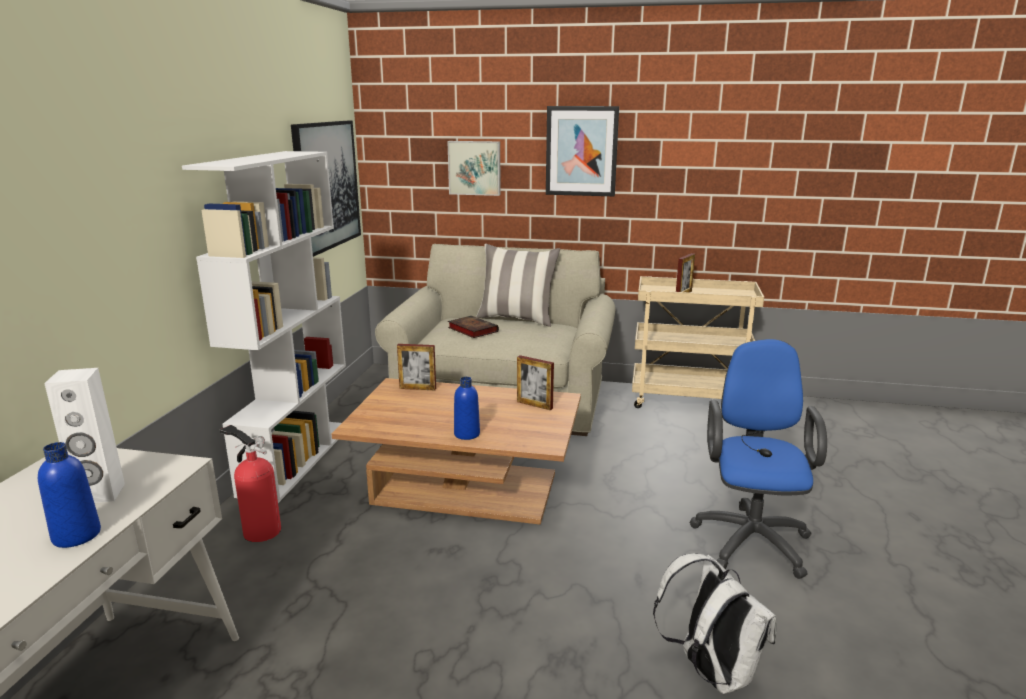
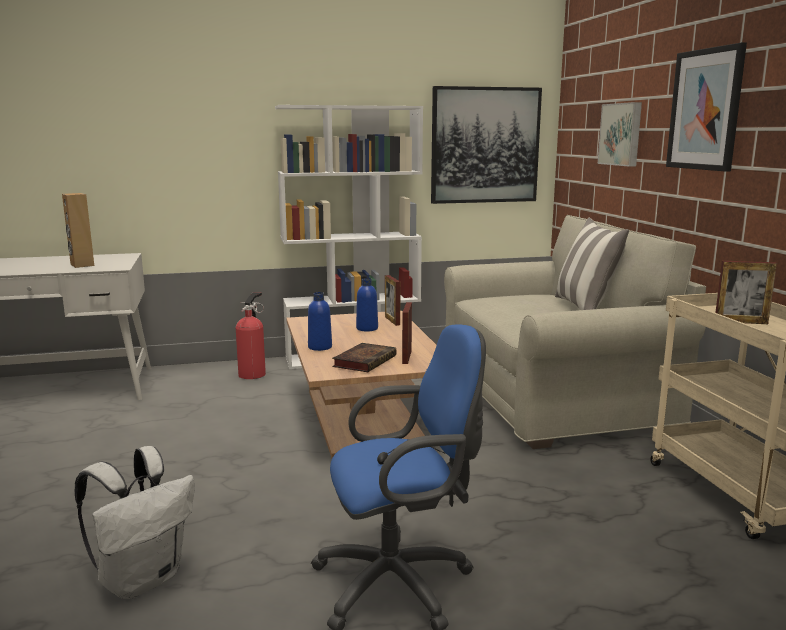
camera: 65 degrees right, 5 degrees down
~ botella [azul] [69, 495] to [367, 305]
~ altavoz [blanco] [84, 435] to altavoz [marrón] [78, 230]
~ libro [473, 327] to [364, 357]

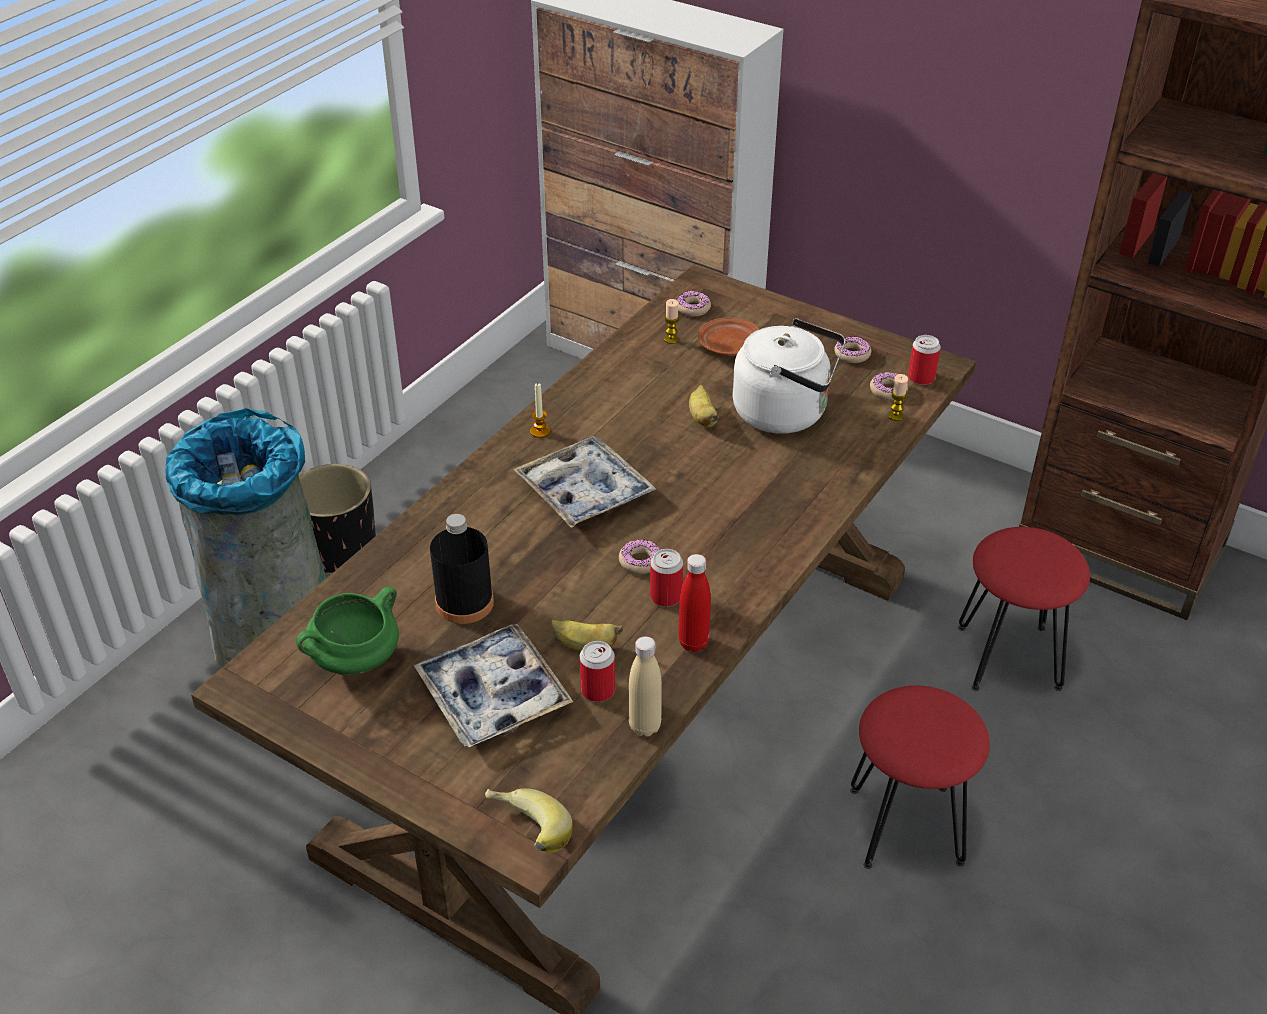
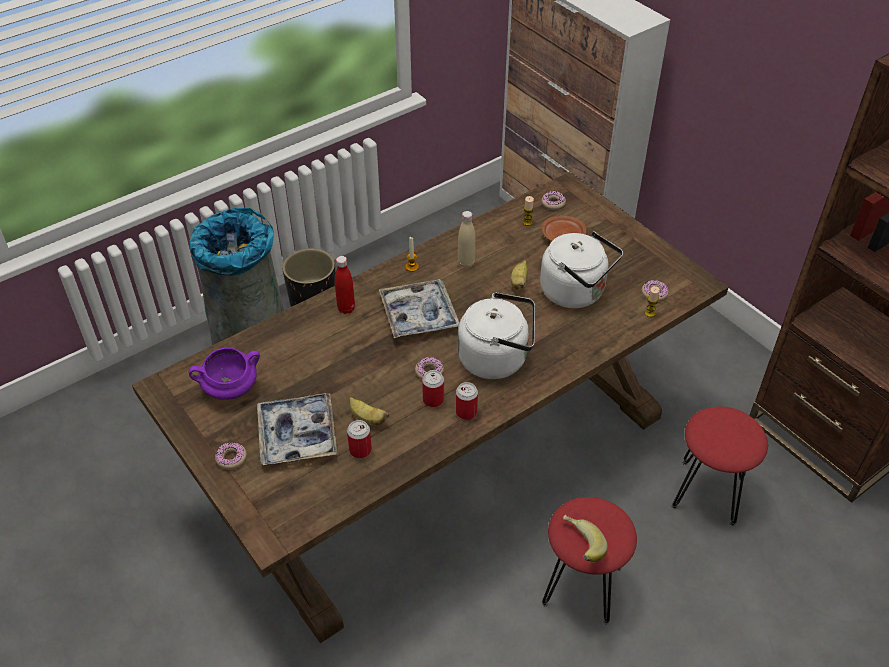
camera: 20 degrees right, 5 degrees up
~ olla [verde] [347, 630] to olla [morado] [224, 374]
- botella [negro] [462, 569]
~ plátano [529, 821] to [585, 538]
~ botella [beis] [645, 686] to [466, 239]
~ botella [rojo] [694, 603] to [345, 285]
~ rosquilla [852, 349] to [231, 455]
~ lata [924, 360] to [467, 401]
+ hervidor [blanco] [496, 335]

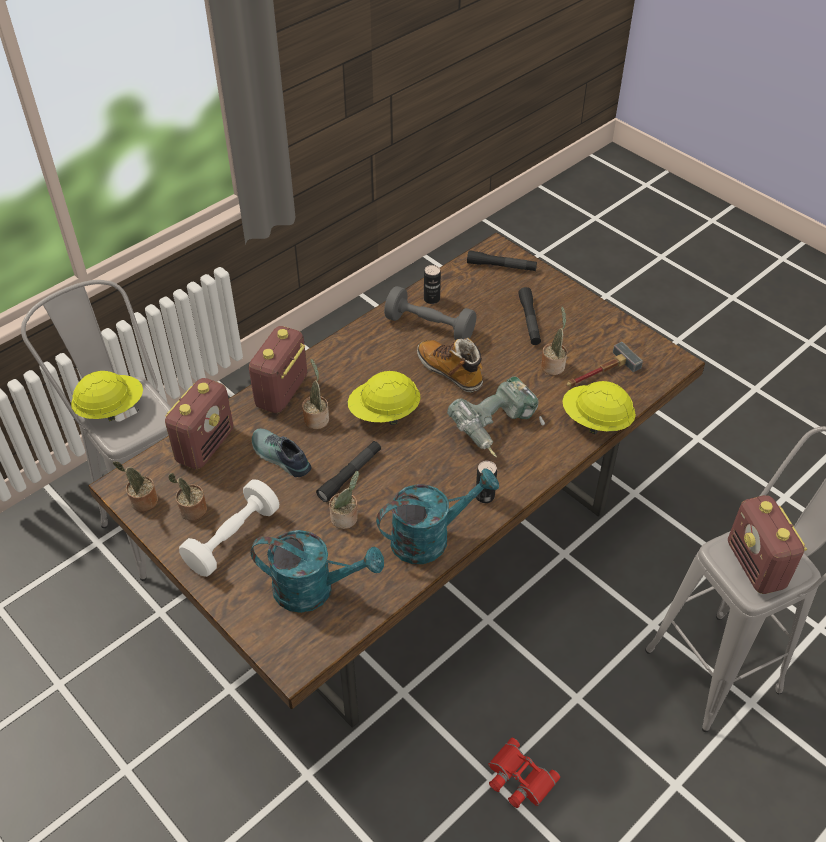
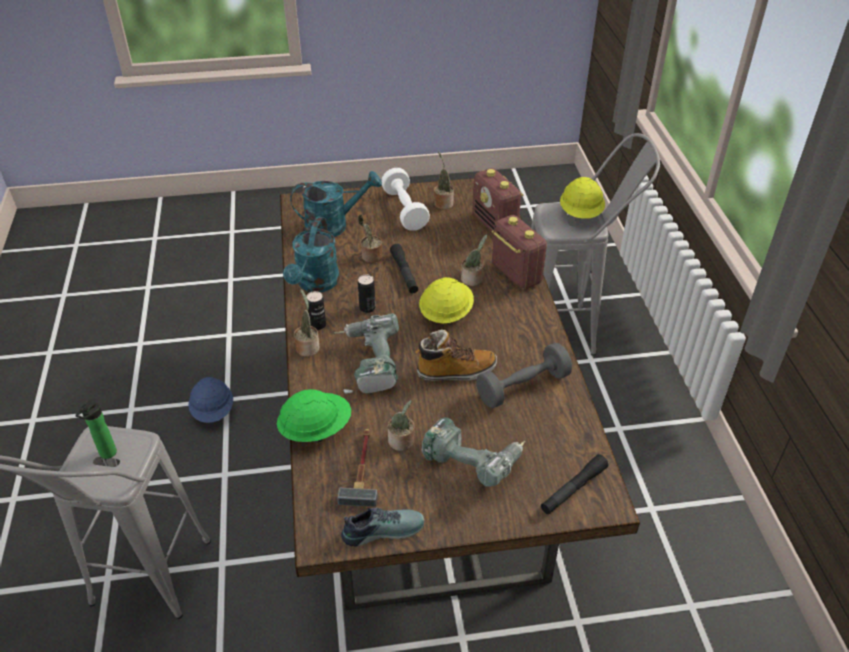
camera: 125 degrees right, 5 degrees down
~ planta en maceta [135, 486] to [307, 323]
~ regadera [turquesa] [317, 571] = [336, 204] 150 degrees counterclockwise
~ zapato [282, 453] to [382, 527]
~ lata [432, 284] to [367, 293]
~ prismáticos [rojo] [524, 773] to casco [azul] [210, 400]
~ linterna [negro] [529, 316] to taladro [473, 452]
~ casco [amarillo] [599, 407] to casco [verde] [314, 416]
~ radio [767, 544] to botella [96, 428]

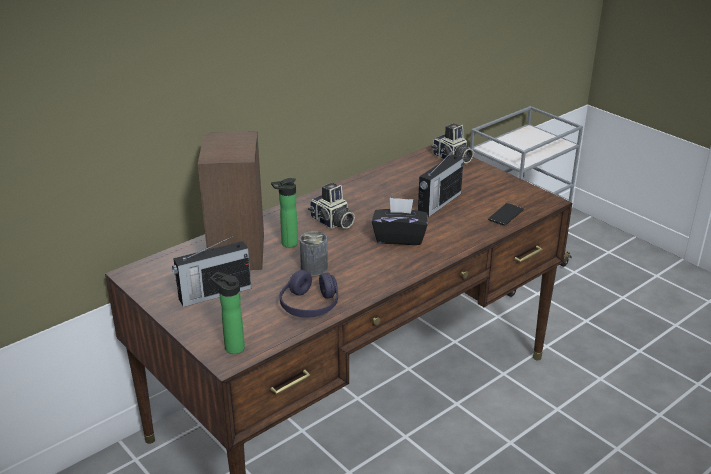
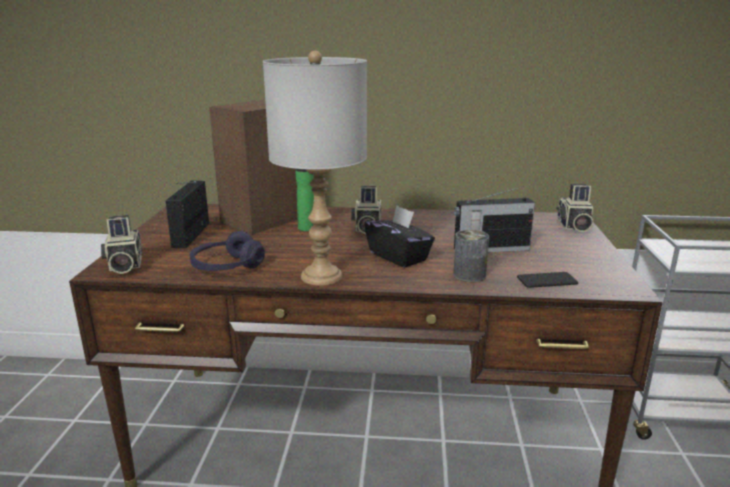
camera: 45 degrees right, 10 degrees down
~ radio [211, 271] = [187, 214] 75 degrees clockwise
~ botella [227, 313] to cámara [121, 244]
~ lata [314, 253] to [471, 256]
+ lámpara de mesa [gris] [315, 168]

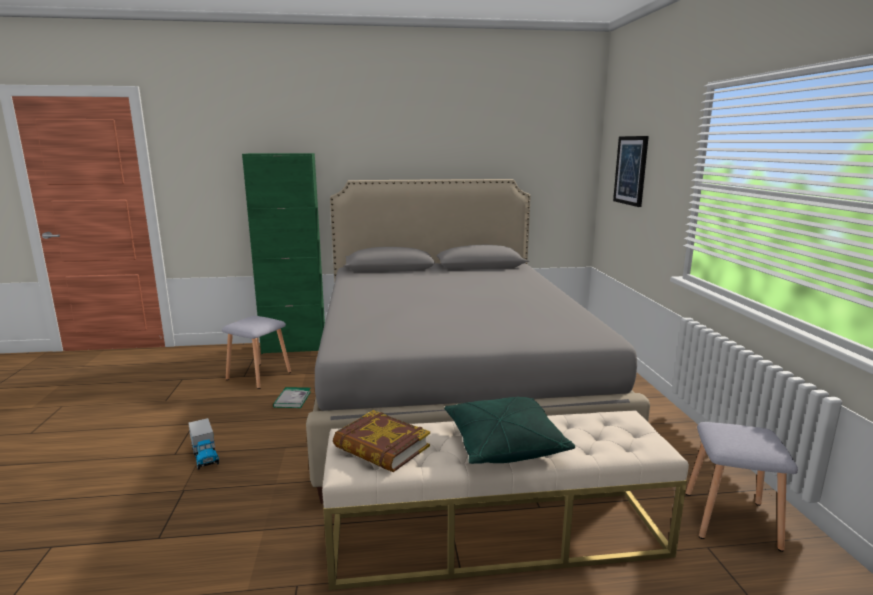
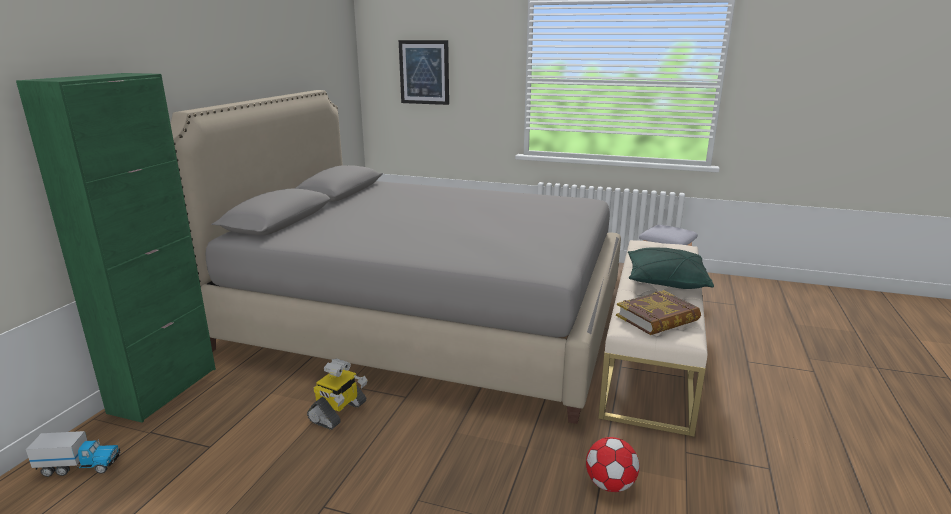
camera: 65 degrees left, 5 degrees up
~ camión de juguete [203, 444] to [73, 454]
- taburete [gris] [256, 352]
~ libro [292, 397] to robot de juguete [337, 394]
+ balón de fútbol [612, 464]

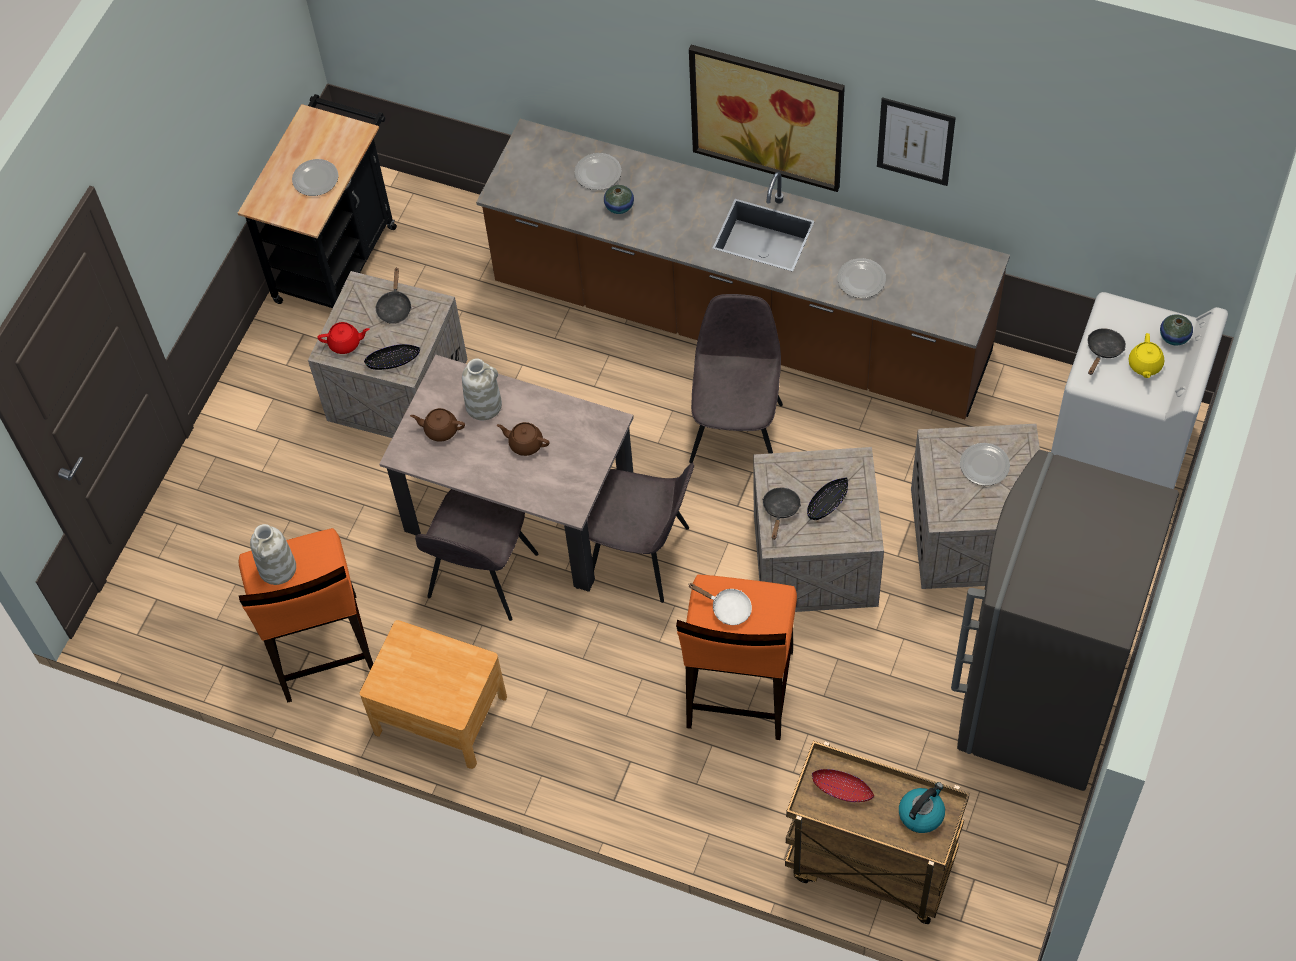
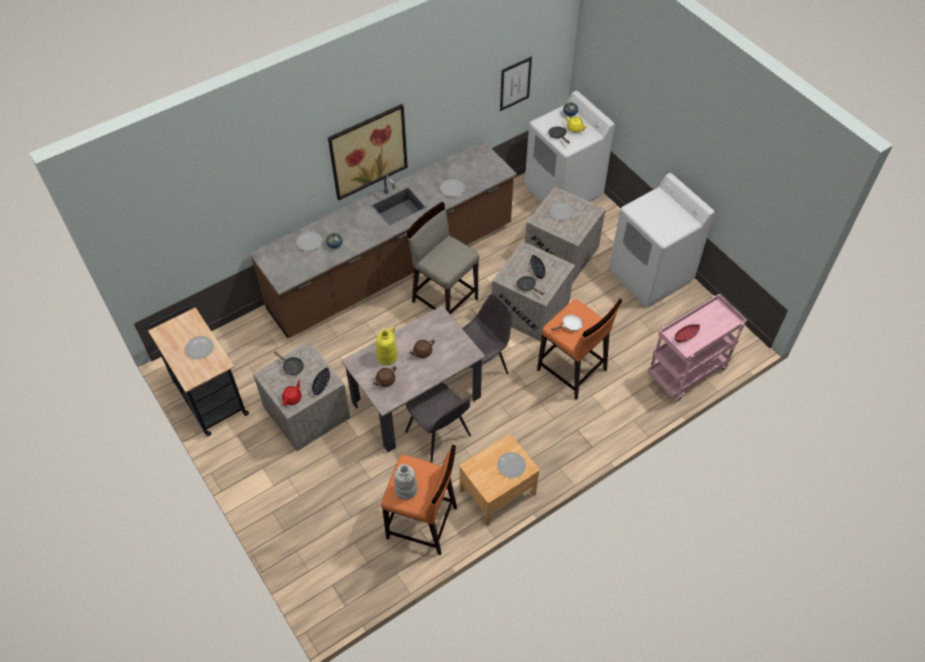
camera: 60 degrees left, 5 degrees down
~ florero [blanco] [482, 389] to florero [amarillo] [387, 346]
~ silla [gris] [736, 378] to taburete [beis] [443, 258]
~ carrito [marrón] [877, 832] to carrito [rosa] [697, 347]
~ cuadro [916, 141] to [516, 83]
- hervidor [922, 807]
~ nevera [gris] [1065, 620] to lavadora [blanco] [662, 240]
+ plato [511, 465]

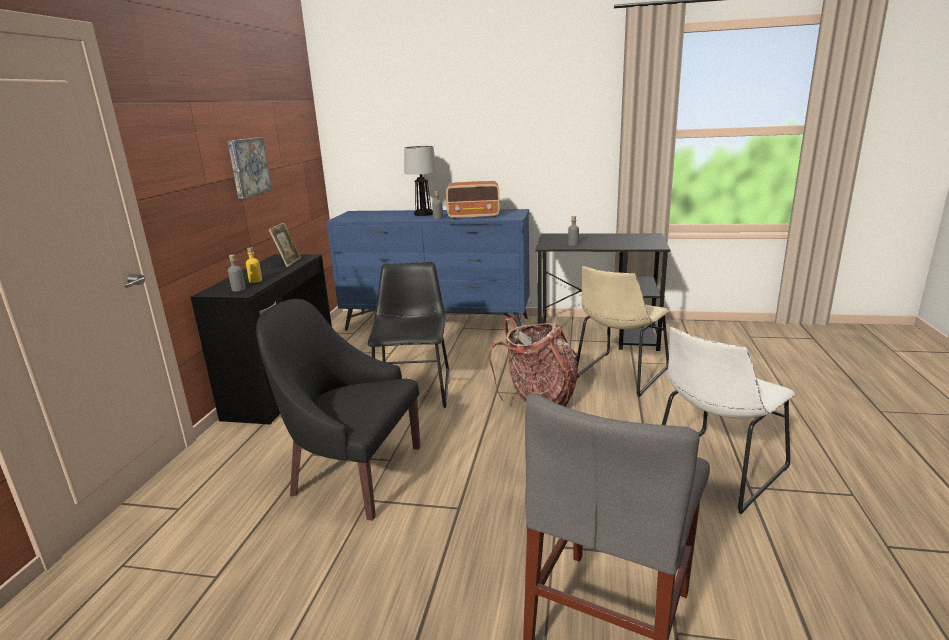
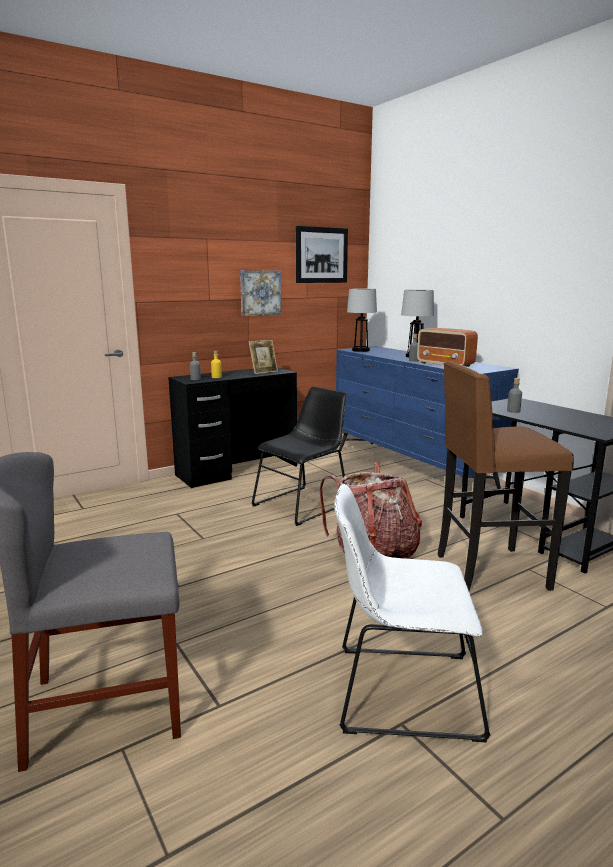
camera: 45 degrees right, 5 degrees down
- sillón [negro] [338, 410]
~ silla [beis] [623, 331] to taburete [marrón] [506, 476]
+ cuadro [322, 254]
+ lámpara de mesa [362, 320]

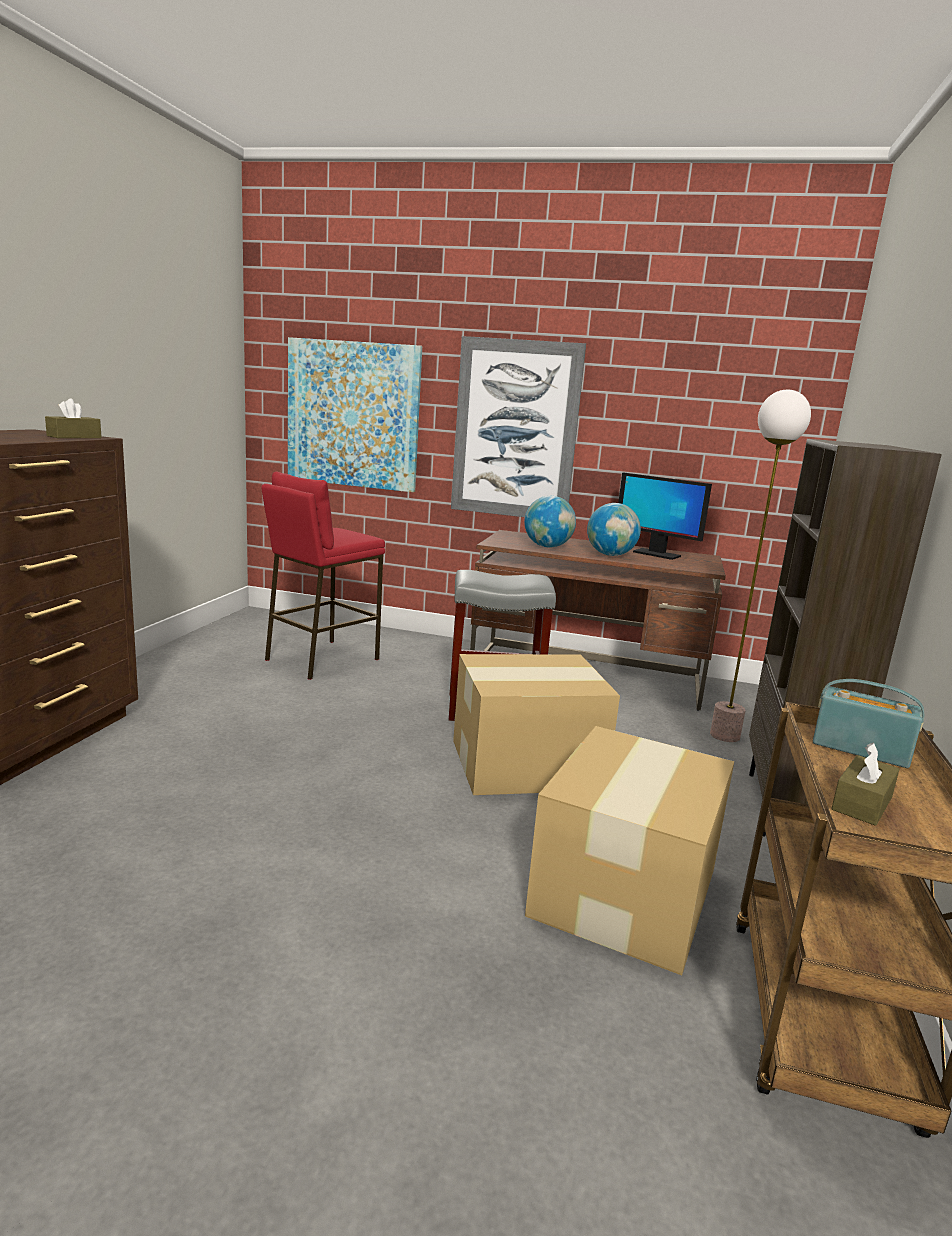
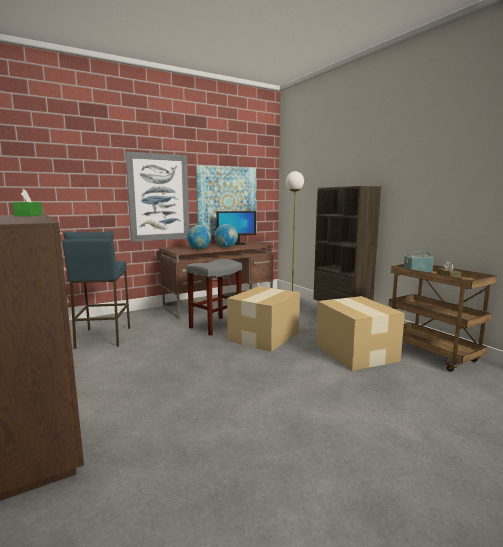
camera: 45 degrees left, 5 degrees down
~ caja de pañuelos [marrón] [73, 418] to caja de pañuelos [verde] [27, 202]
~ taburete [rojo] [323, 576] to taburete [azul] [96, 290]
~ cuadro [355, 414] to [226, 200]

